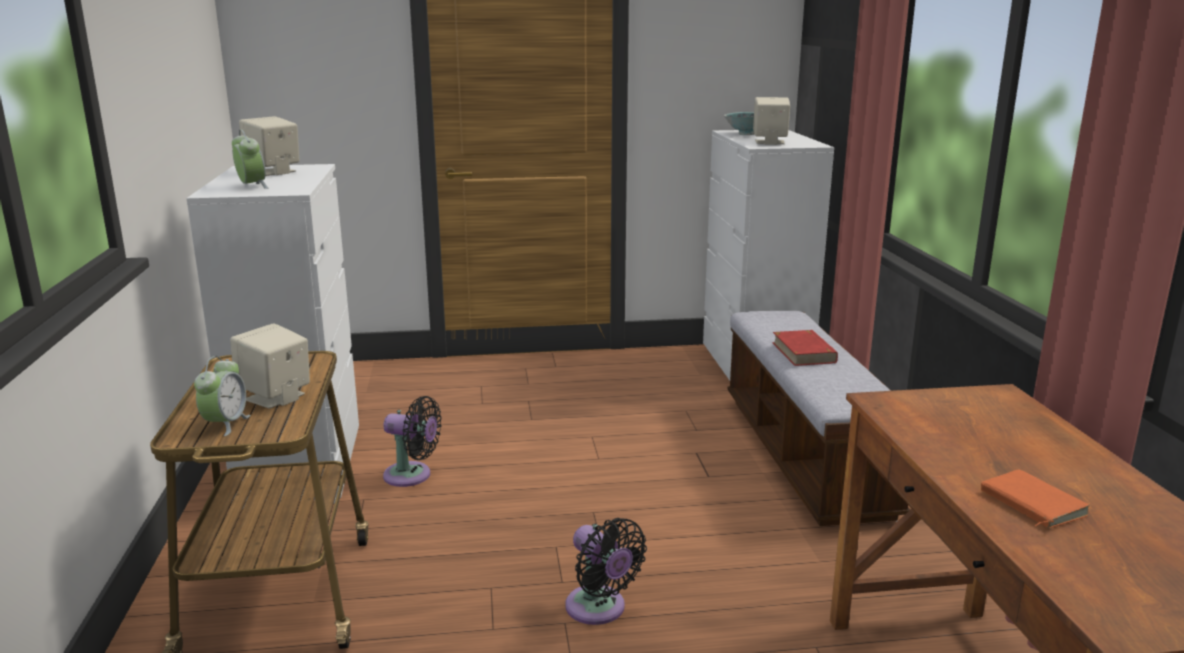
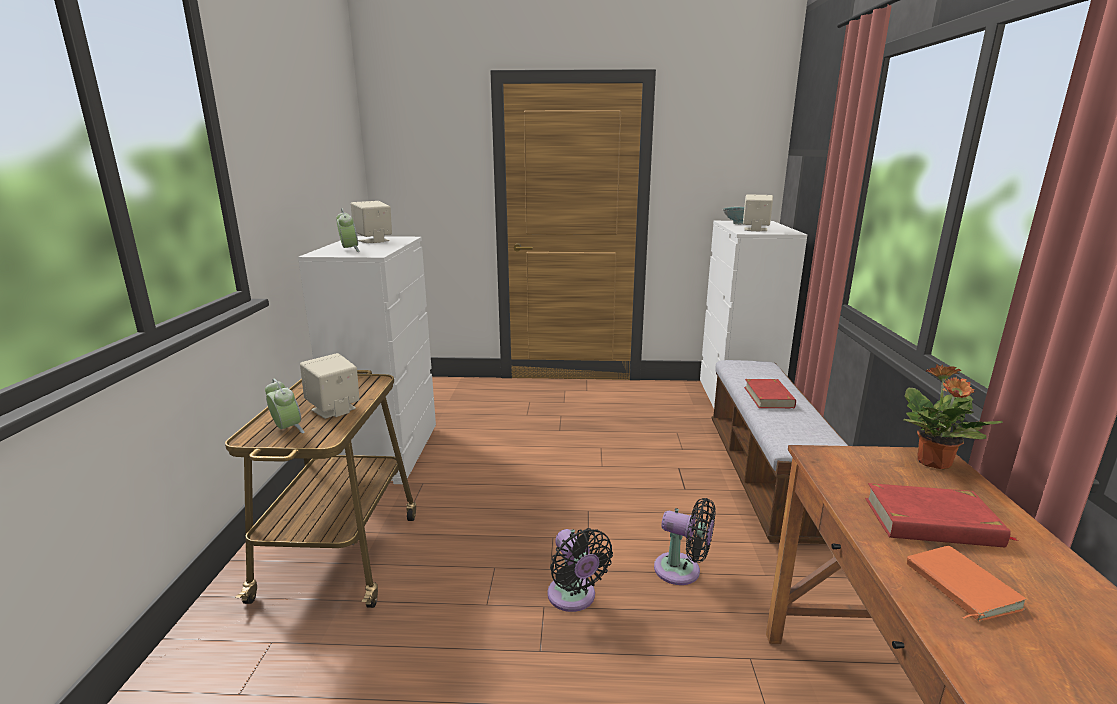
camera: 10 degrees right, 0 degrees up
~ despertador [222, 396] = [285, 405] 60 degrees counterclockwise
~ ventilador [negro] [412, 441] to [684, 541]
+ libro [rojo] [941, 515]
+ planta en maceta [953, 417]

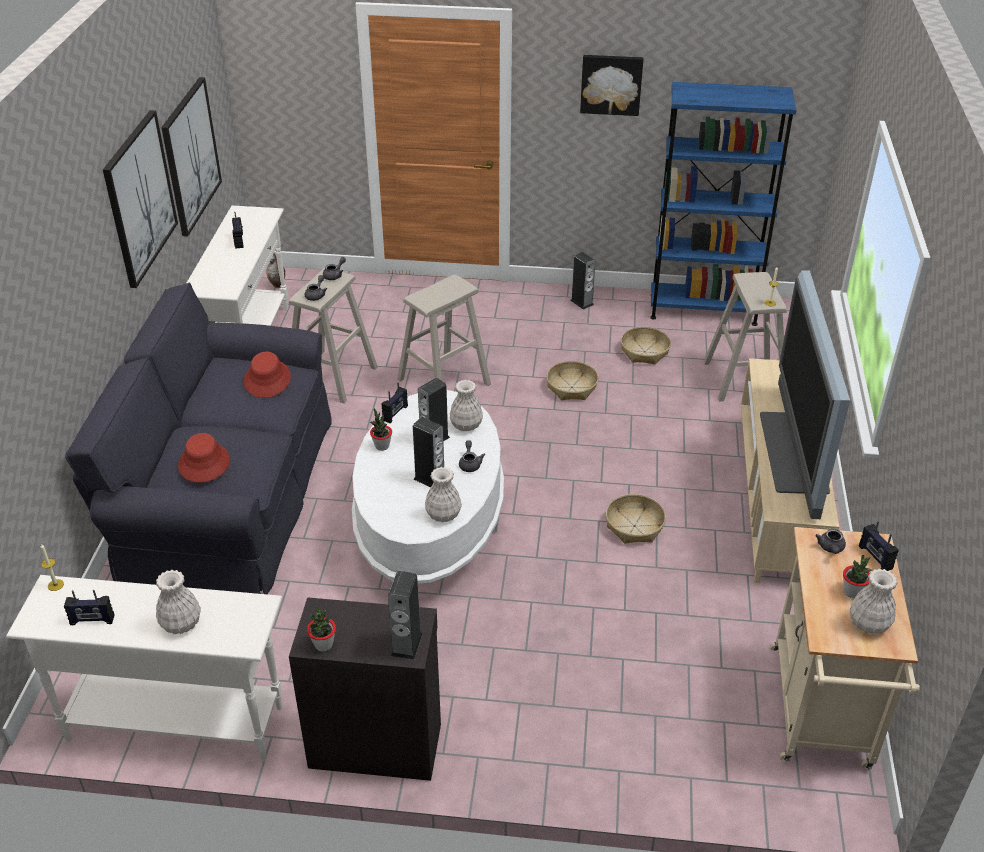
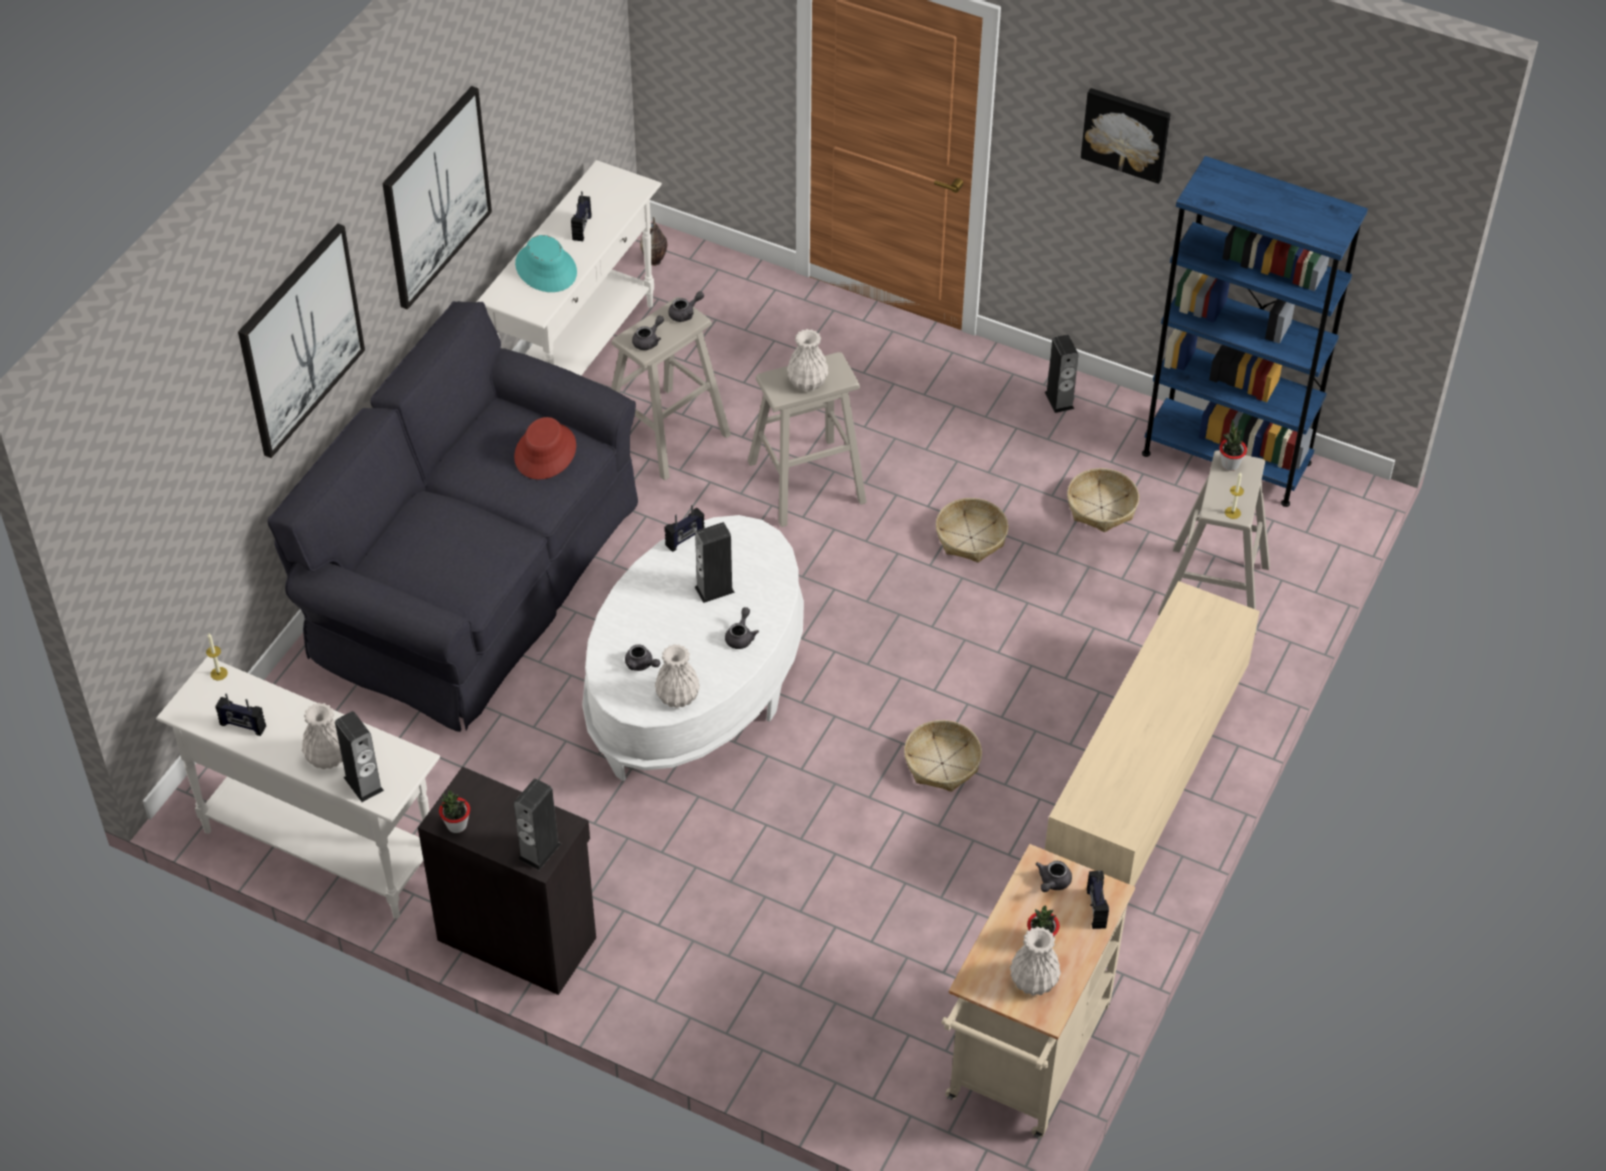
camera: 20 degrees right, 10 degrees up
~ cuadro [191, 157] to [301, 340]
- sombrero [rojo] [204, 458]
~ planta en maceta [381, 429] to [1233, 445]
~ altavoz [428, 452] to [359, 756]
~ florero [blanco] [466, 405] to [808, 360]
- televisor [805, 394]
+ sombrero [turquesa] [546, 263]
+ tetera [gris] [642, 657]

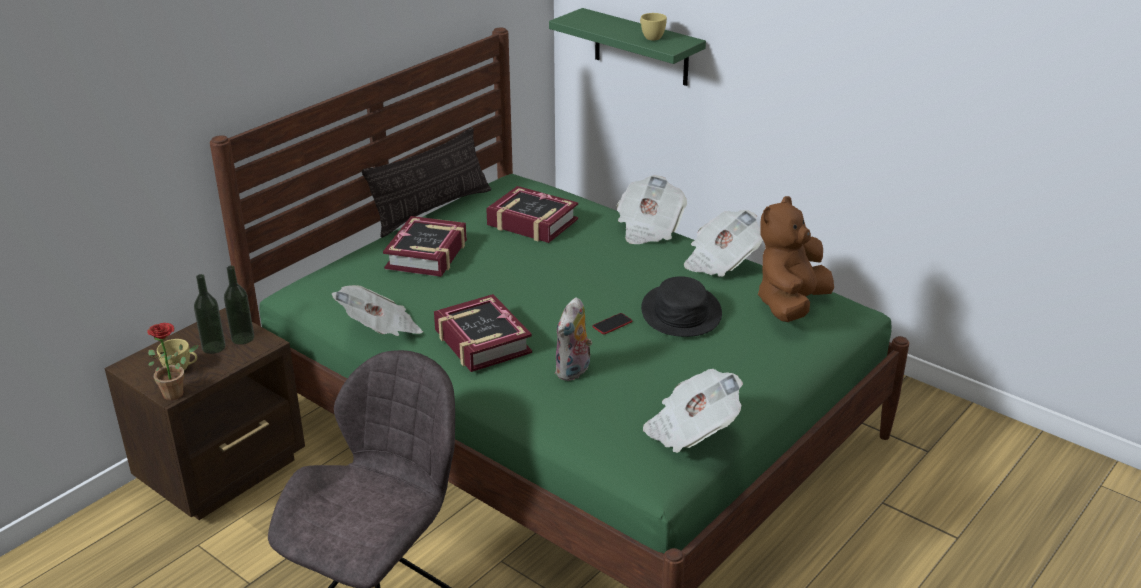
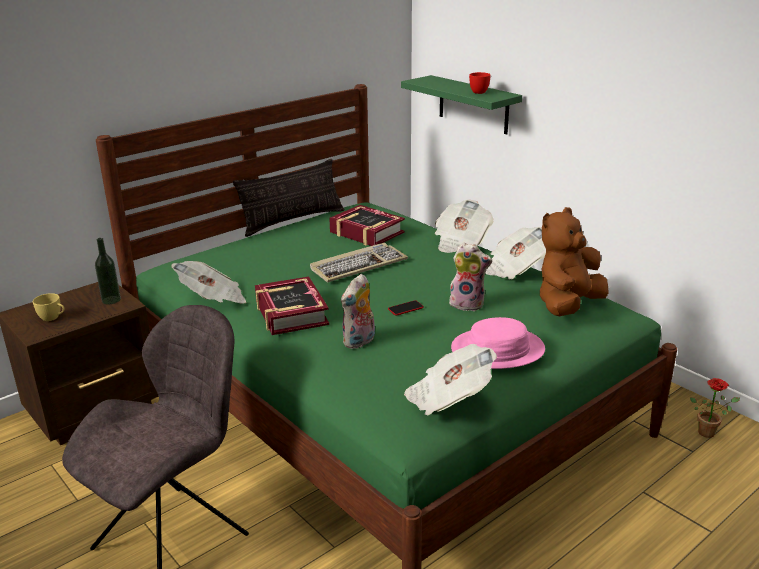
camera: 10 degrees right, 5 degrees down
~ planta en maceta [173, 361] to [715, 408]
- botella [209, 314]
- libro [425, 246]
~ taza [amarillo] [653, 27] to taza [rojo] [480, 83]
~ sombrero [negro] [681, 306] to peluche [470, 277]
+ teclado [359, 263]
+ sombrero [rosa] [498, 343]

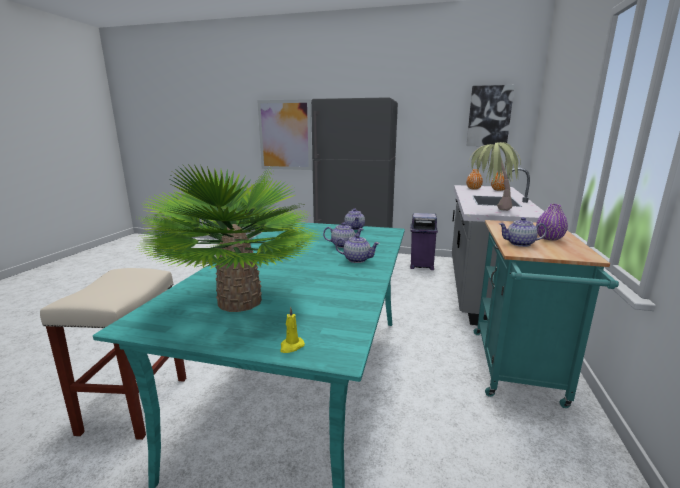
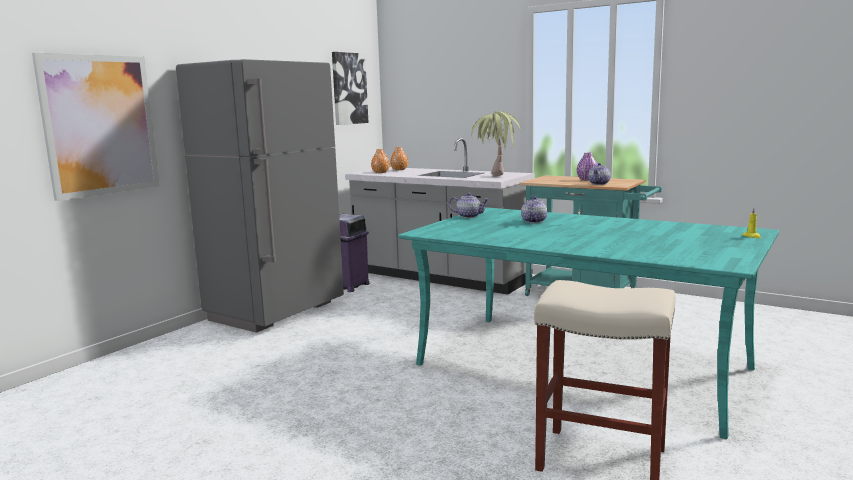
camera: 70 degrees left, 5 degrees down
- planta en maceta [228, 238]
- tetera [357, 248]

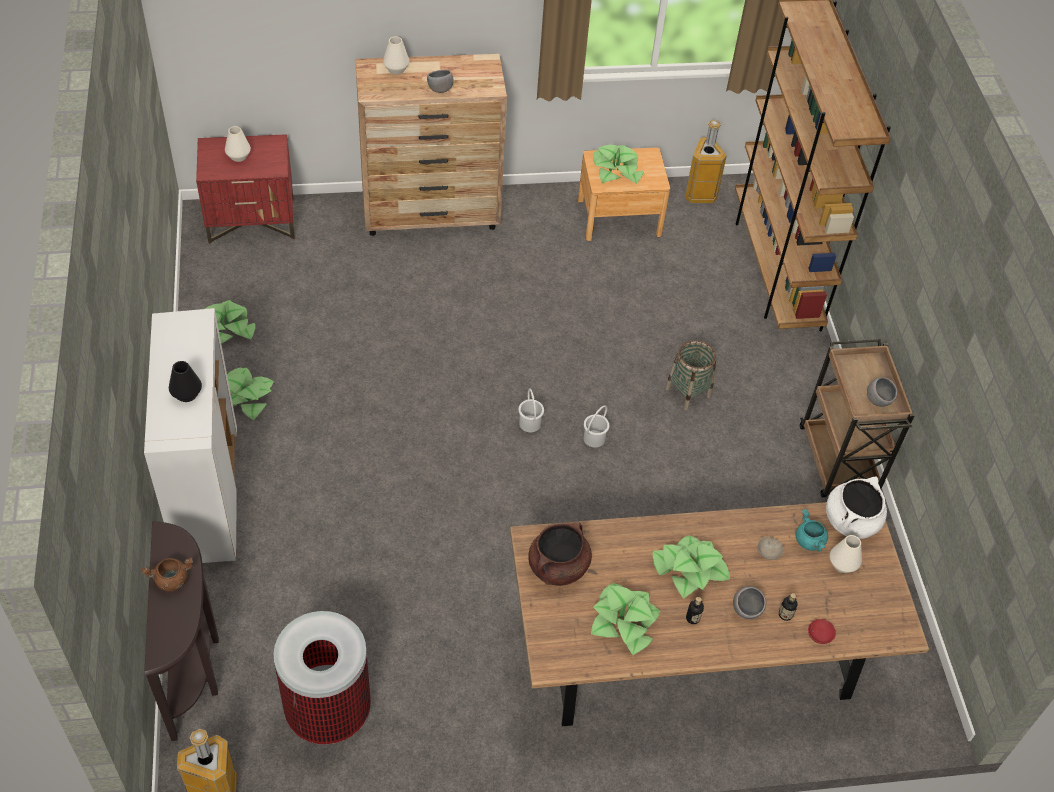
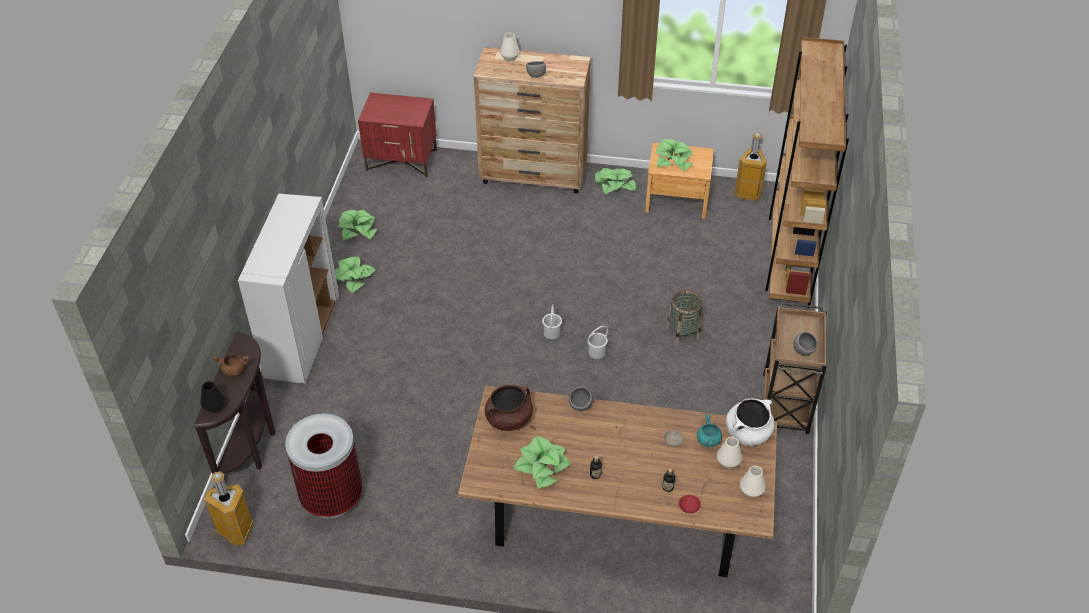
camera: 20 degrees right, 5 degrees down
~ florero [negro] [185, 381] to [213, 397]
~ florero [blanco] [238, 144] to [753, 482]
~ planta en maceta [691, 567] to [615, 181]
~ cuenco [gris] [749, 602] to [581, 399]

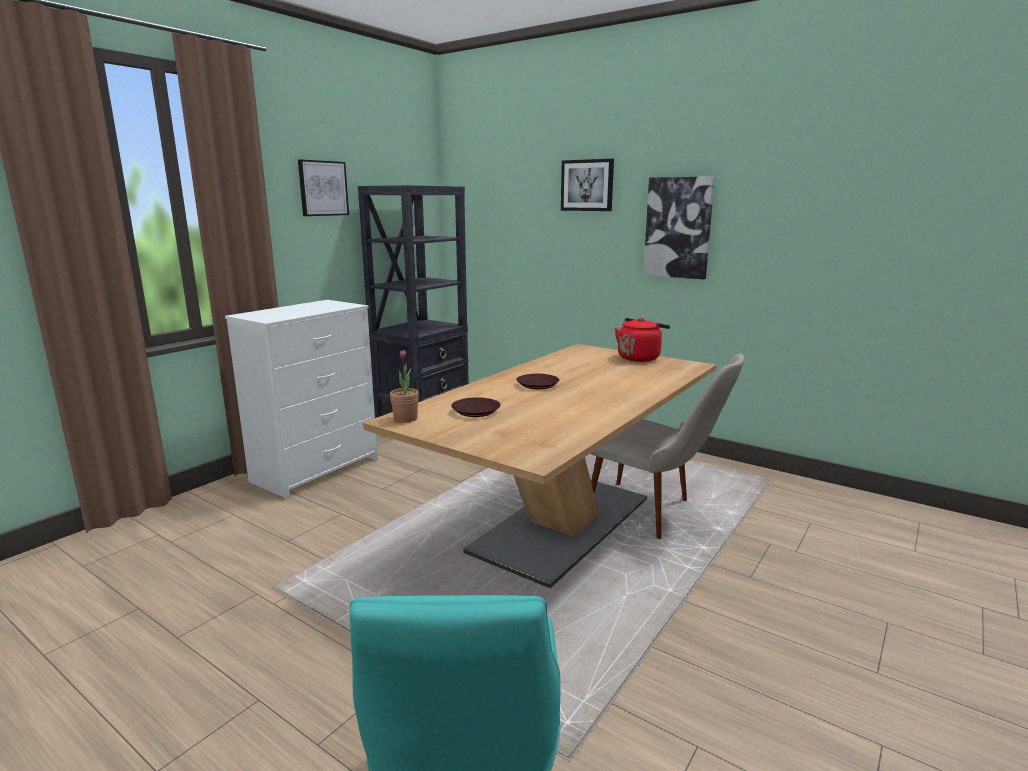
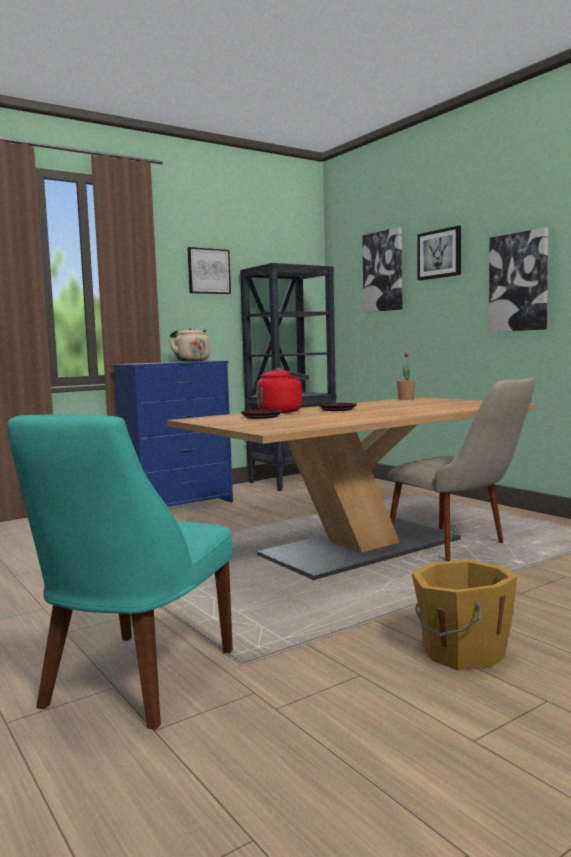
camera: 20 degrees right, 10 degrees down
~ cómoda [blanco] [301, 399] to cómoda [azul] [173, 434]
~ planta en maceta [404, 386] to [406, 376]
~ hervidor [rojo] [642, 340] to [283, 390]
+ hervidor [beis] [189, 344]
+ cuadro [382, 270]
+ cubo [naranja] [464, 615]

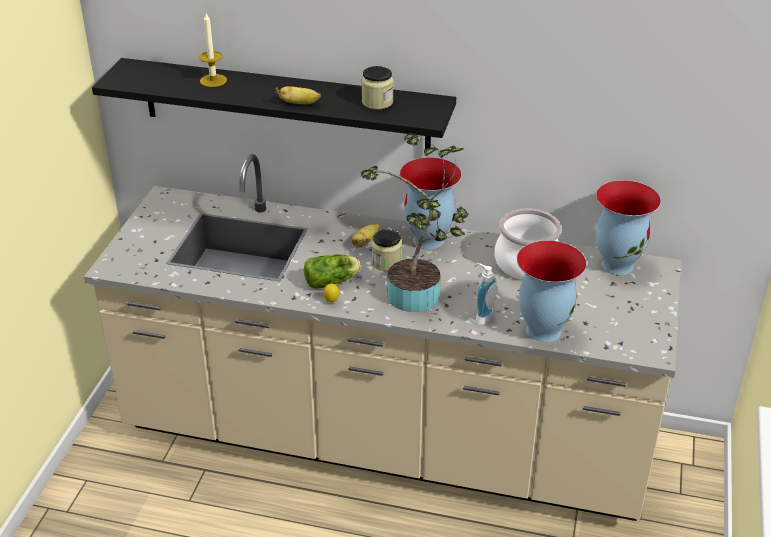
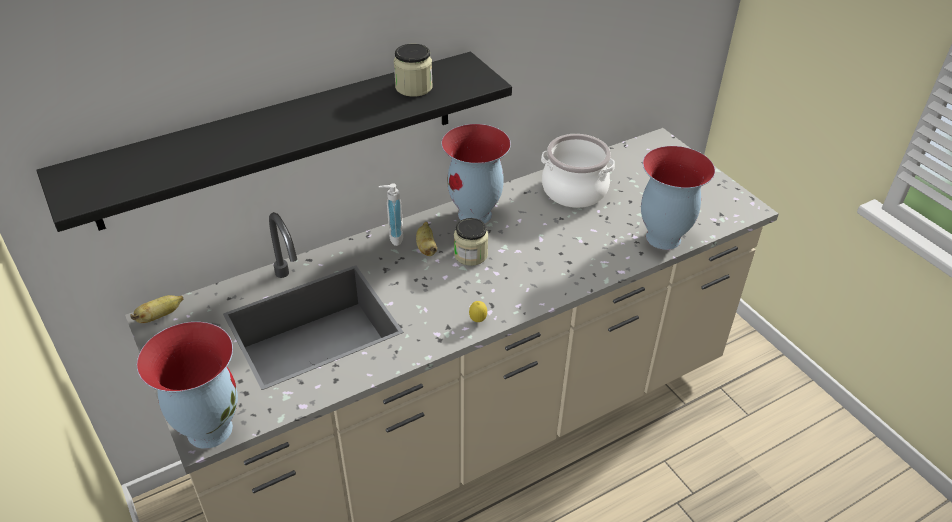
camera: 45 degrees left, 5 degrees up
- vela [213, 50]
~ plátano [298, 95] to [157, 309]
- lechuga [332, 271]
- planta en maceta [414, 222]
~ dispensador de jabón [486, 294] to [391, 215]
~ florero [628, 227] to [187, 385]

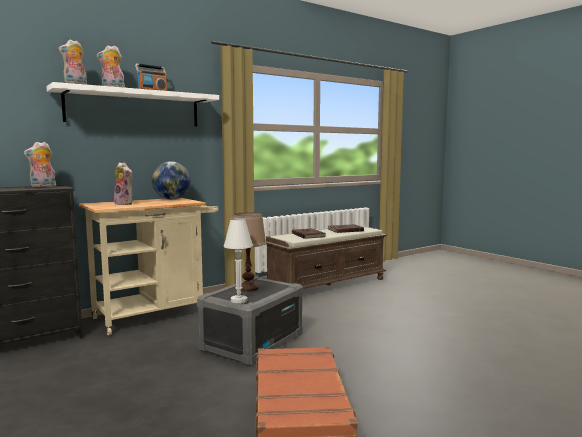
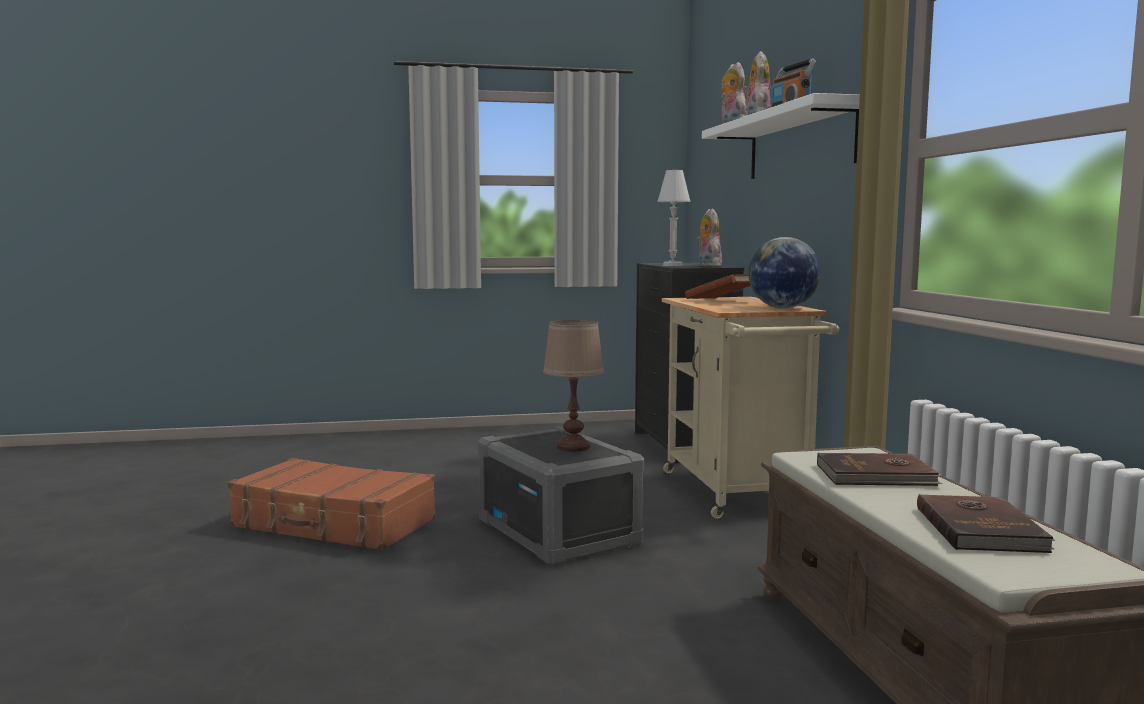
camera: 115 degrees right, 0 degrees up
~ peluche [123, 183] to libro [marrón] [718, 286]
~ lámpara de mesa [blanco] [238, 260] to [674, 218]

